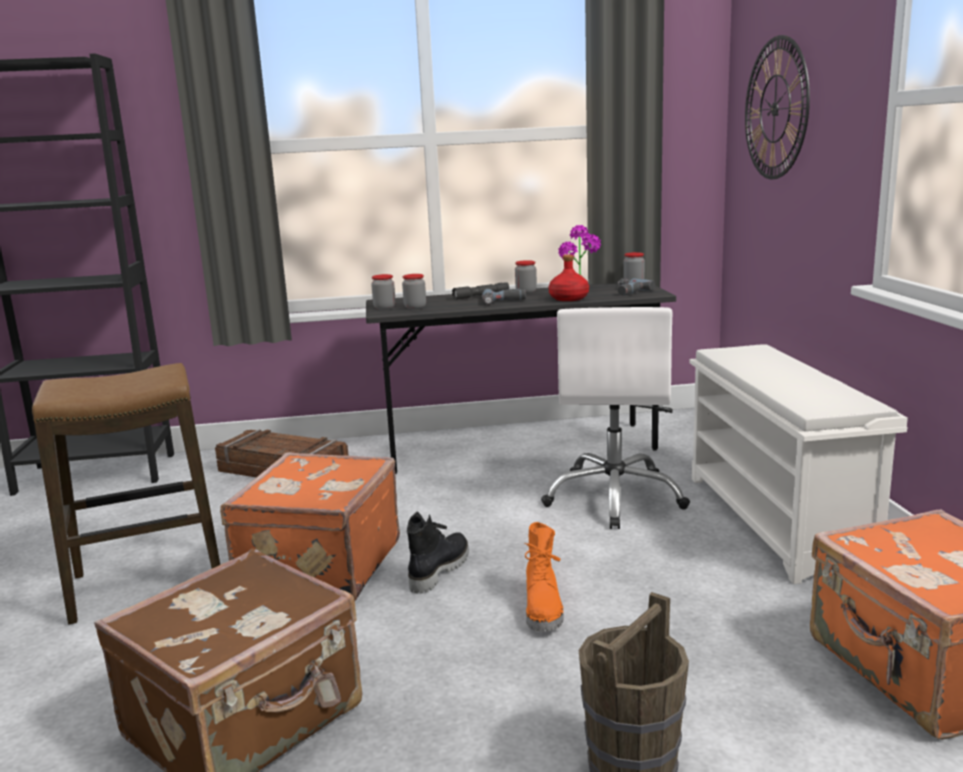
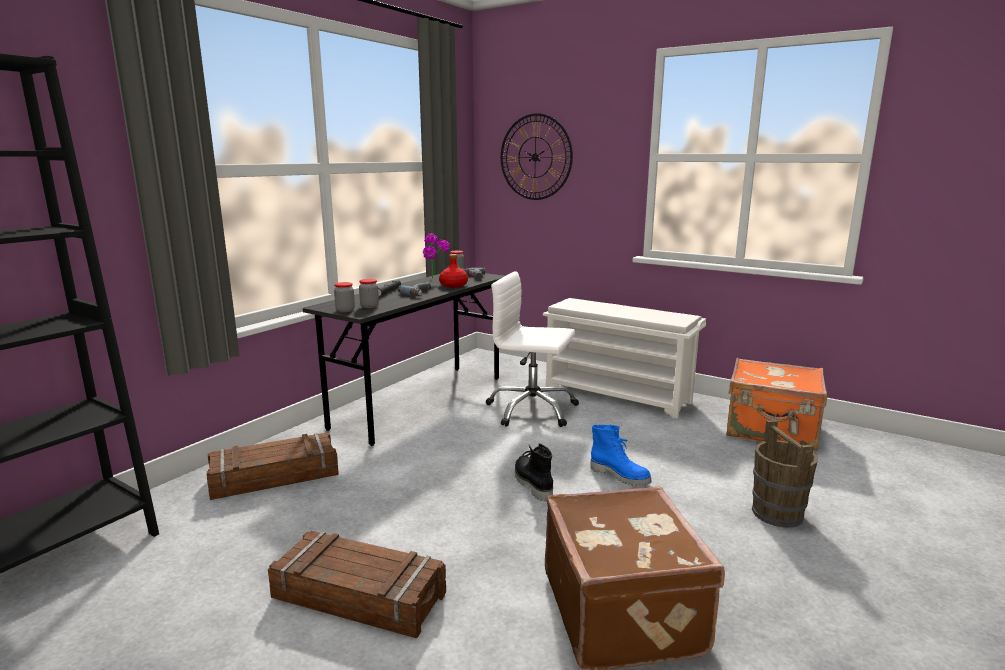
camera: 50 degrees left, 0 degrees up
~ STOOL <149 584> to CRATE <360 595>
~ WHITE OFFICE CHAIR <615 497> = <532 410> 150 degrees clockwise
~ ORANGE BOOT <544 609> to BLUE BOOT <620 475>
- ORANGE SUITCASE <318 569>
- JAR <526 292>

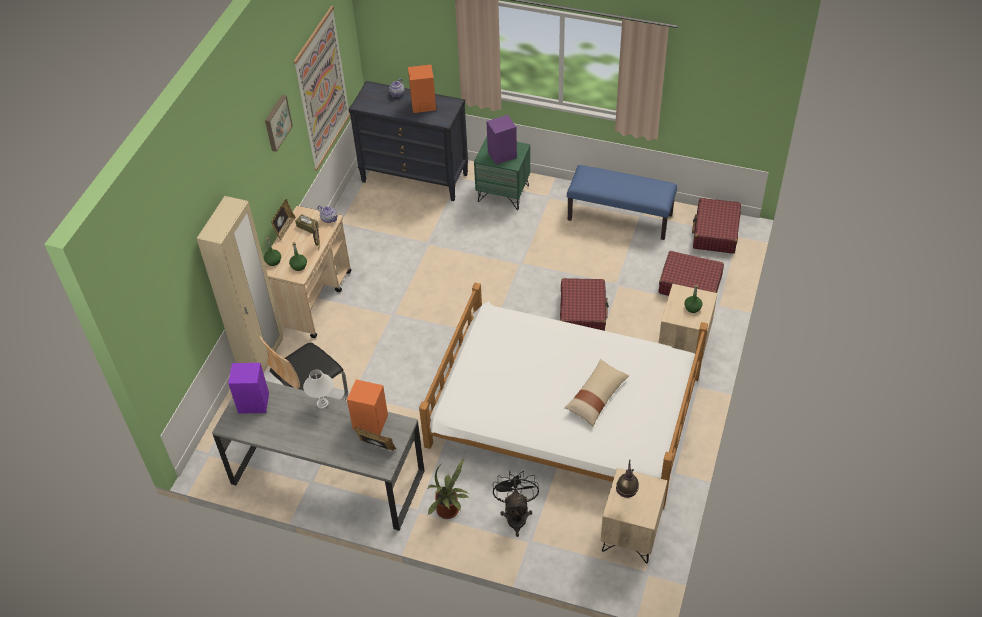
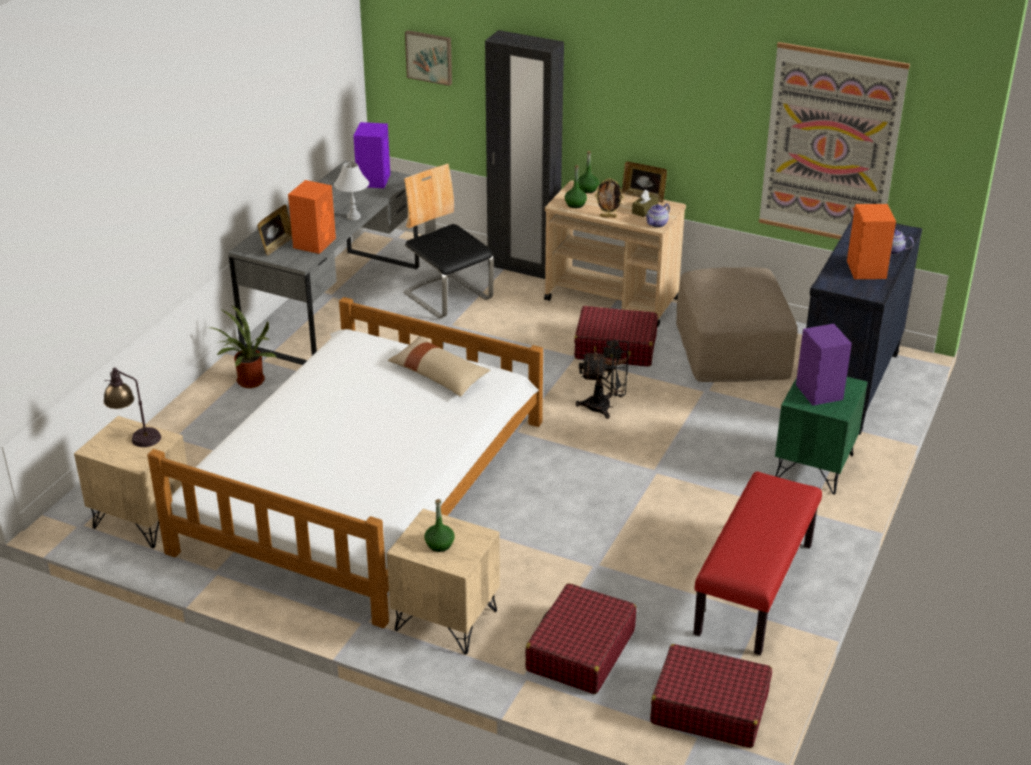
camera: 95 degrees right, 15 degrees down
~ BEIGE PILLOW <596 397> to <439 375>
~ PICTURE <276 122> to <429 57>
~ BEIGE WARDROBE <262 357> to BLACK WARDROBE <523 267>
~ RED SUITCASE <582 312> to <616 348>
~ BLACK FAN <516 515> to <605 407>
+ BEIGE OTTOMAN <731 348>
~ BLUE BENCH <620 217> to RED BENCH <755 589>

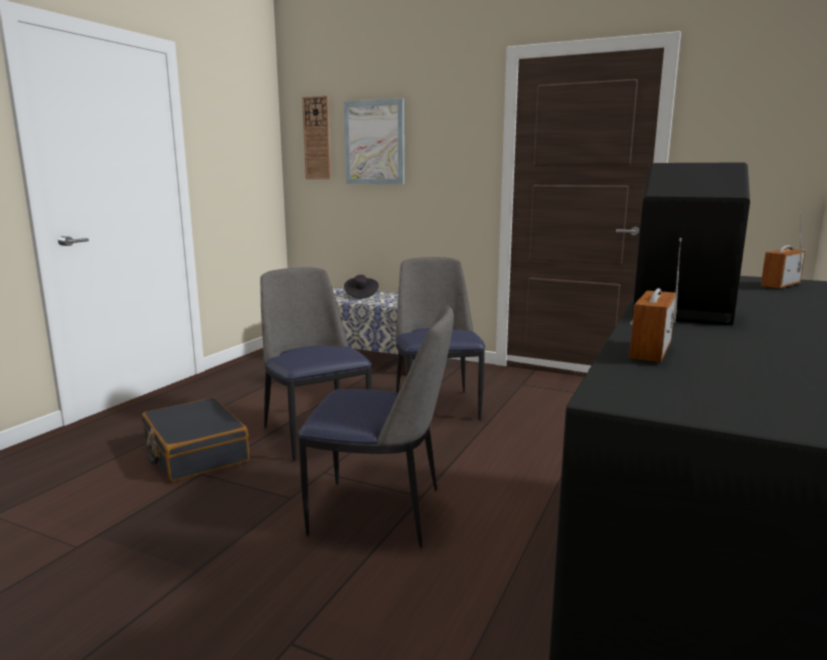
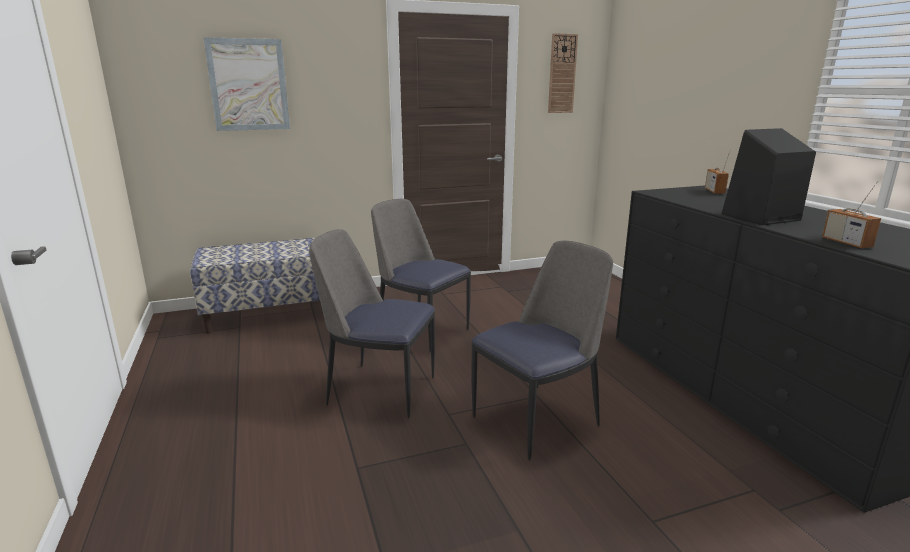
camera: 45 degrees left, 5 degrees up
~ WALL CLOCK <317 138> to <562 74>
- BLACK SUITCASE <195 453>
- BLACK HAT <361 295>

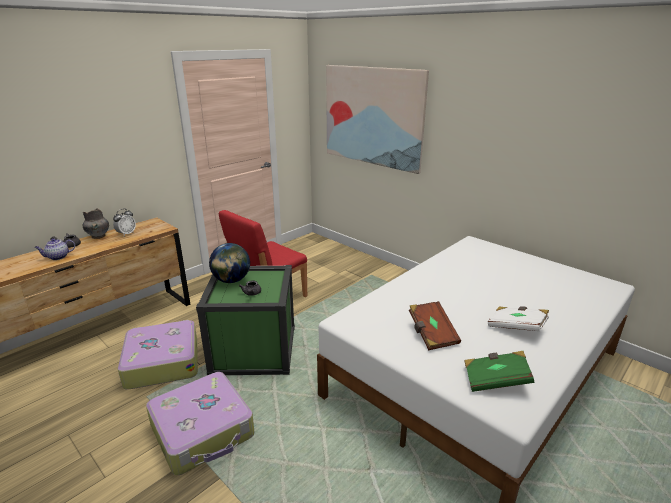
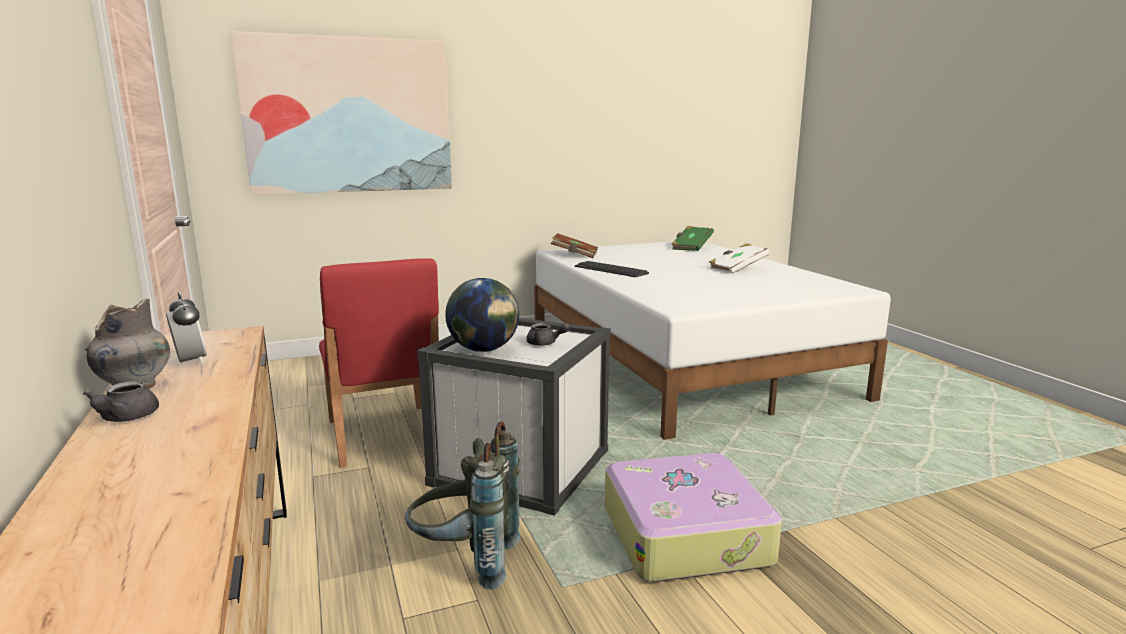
camera: 65 degrees left, 10 degrees down
~ SUITCASE <162 362> to GREY BACKPACK <465 562>
~ GREEN STORAGE BOX <254 349> to WHITE STORAGE BOX <521 467>
~ BROWN BOOK <431 334> to <574 255>
+ KEYBOARD <611 270>
~ GREEN BOOK <495 380> to <691 247>
- TEAPOT <57 257>

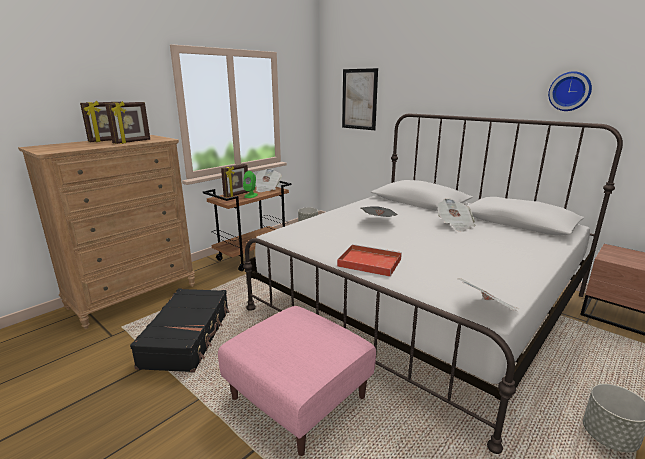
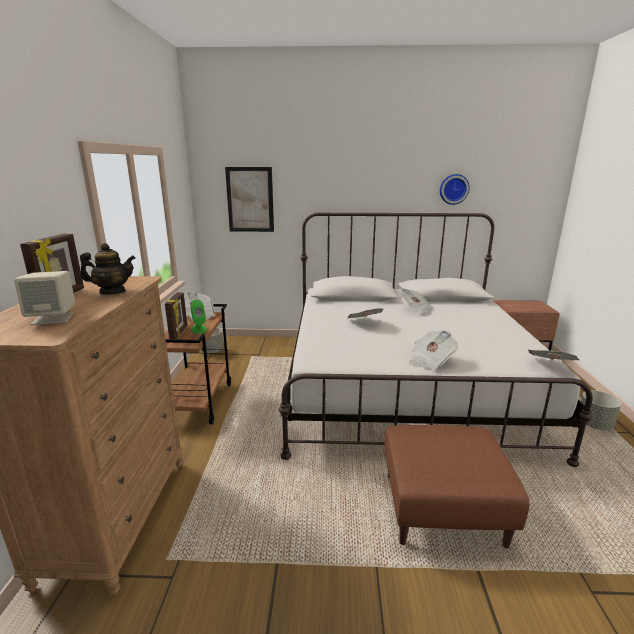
camera: 40 degrees left, 0 degrees up
+ BEIGE SPEAKER <53 318>
~ PICTURE FRAME <132 142> to TEAPOT <112 292>
~ PINK OTTOMAN <299 397> to BROWN OTTOMAN <442 507>
~ RED TRAY <368 262> to NEWSPAPER <430 361>
- BLACK SUITCASE <188 337>

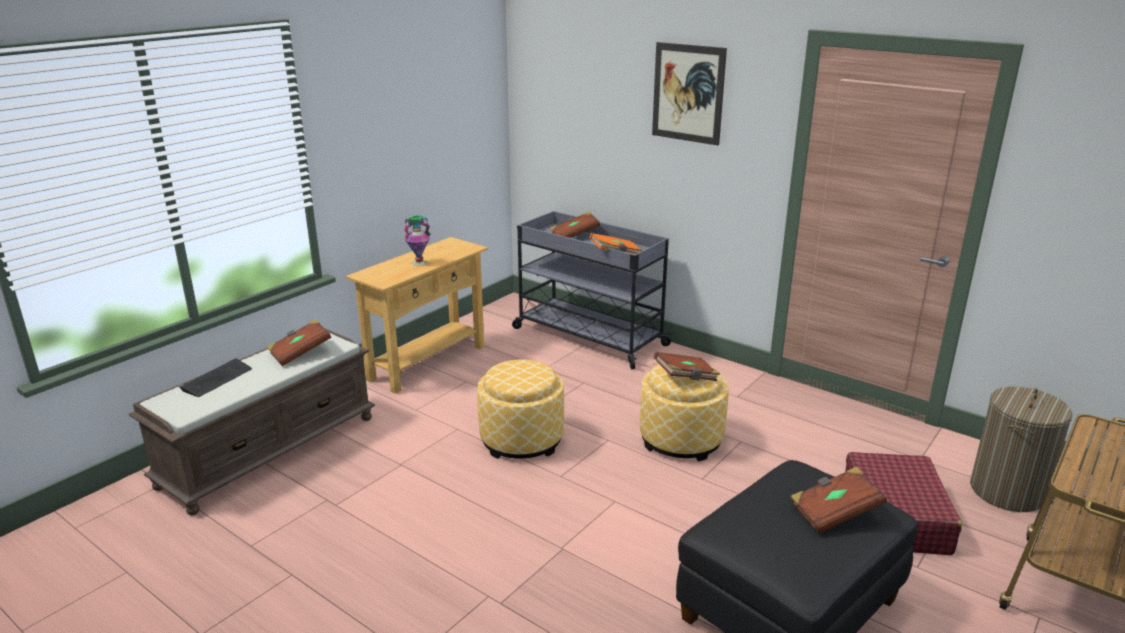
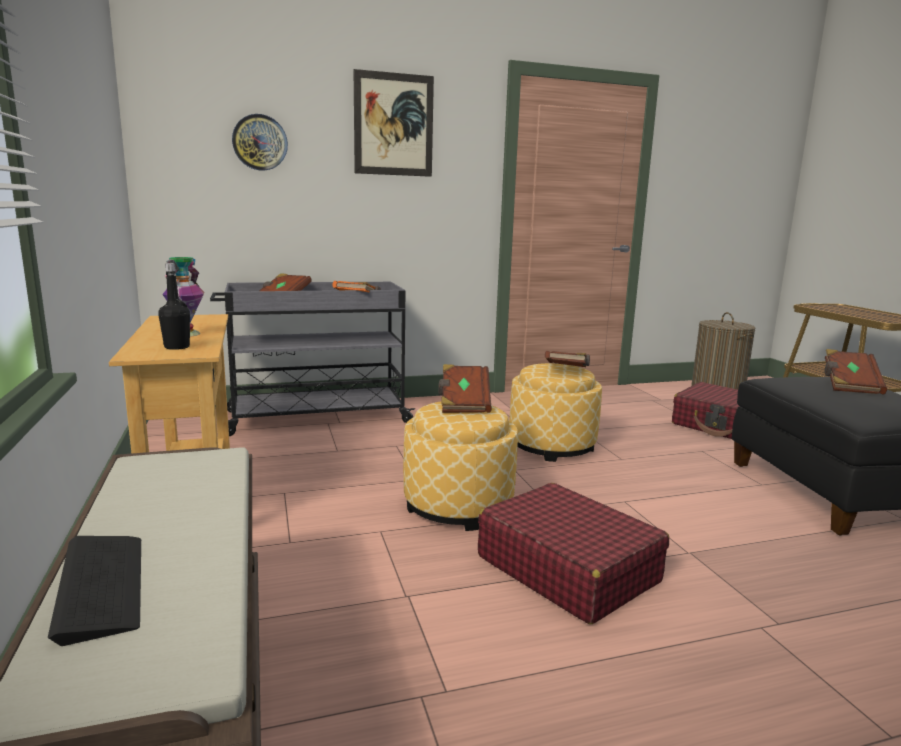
camera: 55 degrees left, 10 degrees down
+ BLACK BOTTLE <177 347>
+ WALL CLOCK <260 142>
~ BROWN BOOK <300 353> to <463 403>
+ RED SUITCASE <567 569>

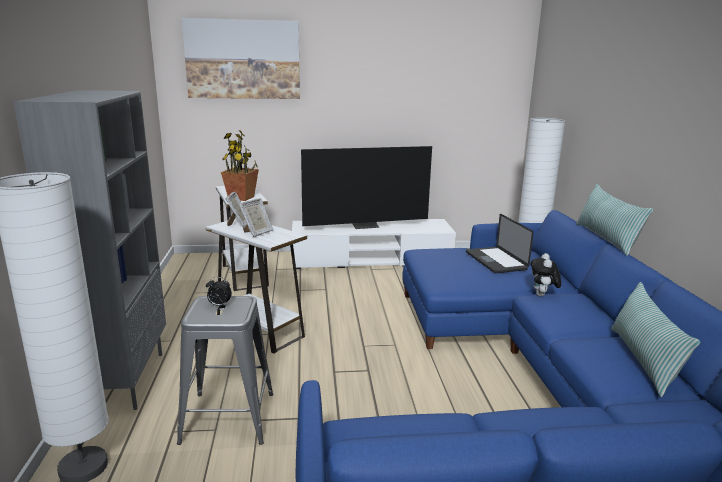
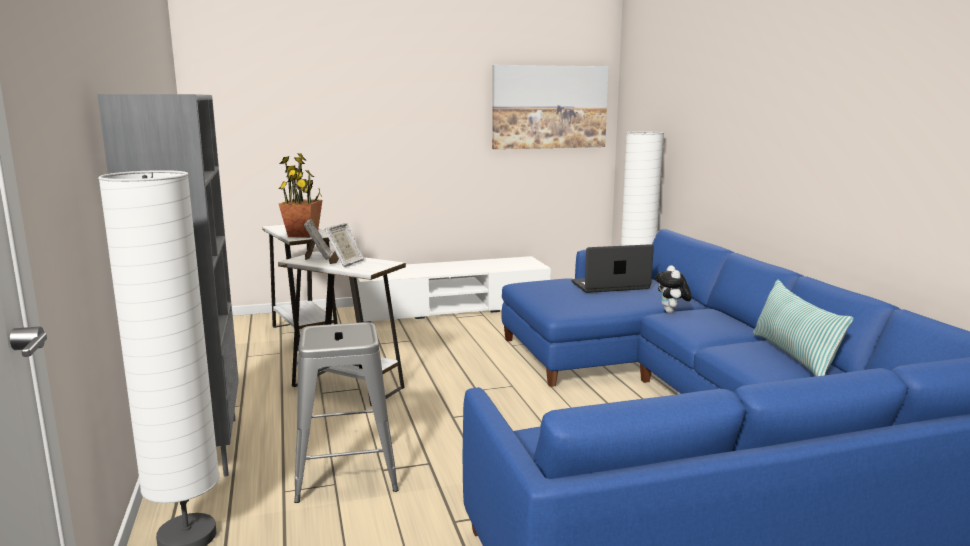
camera: 10 degrees left, 5 degrees down
~ PICTURE <243 59> to <549 107>
~ LAPTOP <495 261> = <610 286> 105 degrees clockwise
- ALARM CLOCK <219 305>
- TELEVISION <365 225>
- PILLOW <606 238>

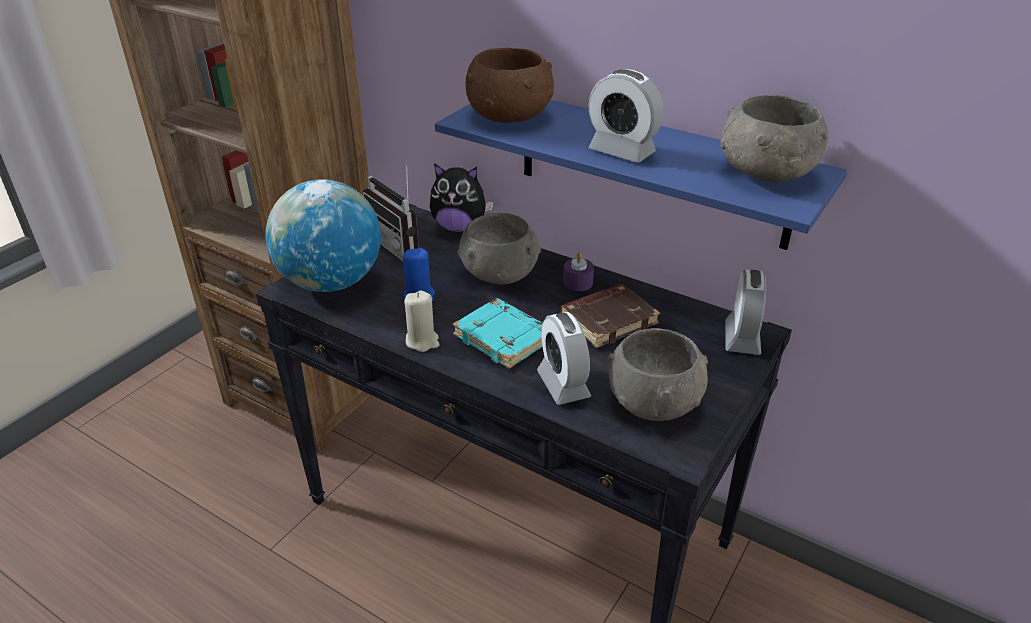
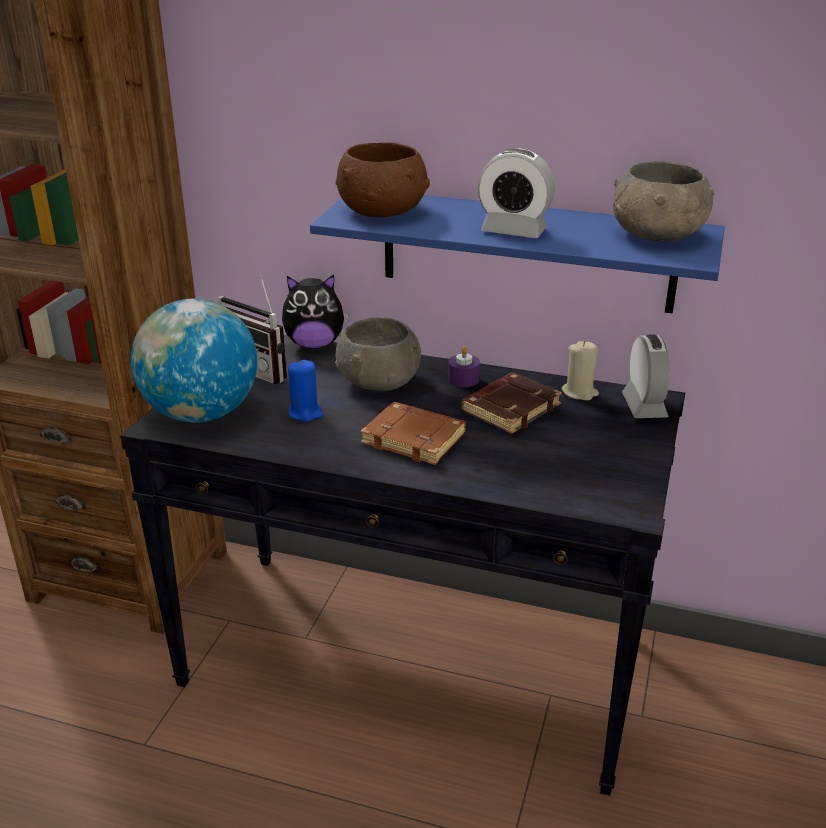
camera: 15 degrees left, 5 degrees down
~ TURQUOISE BOOK <505 338> to BROWN BOOK <415 439>
~ BEIGE CANDLE <422 341> to <579 392>
- ALARM CLOCK <563 384>
- GREY BOWL <654 401>

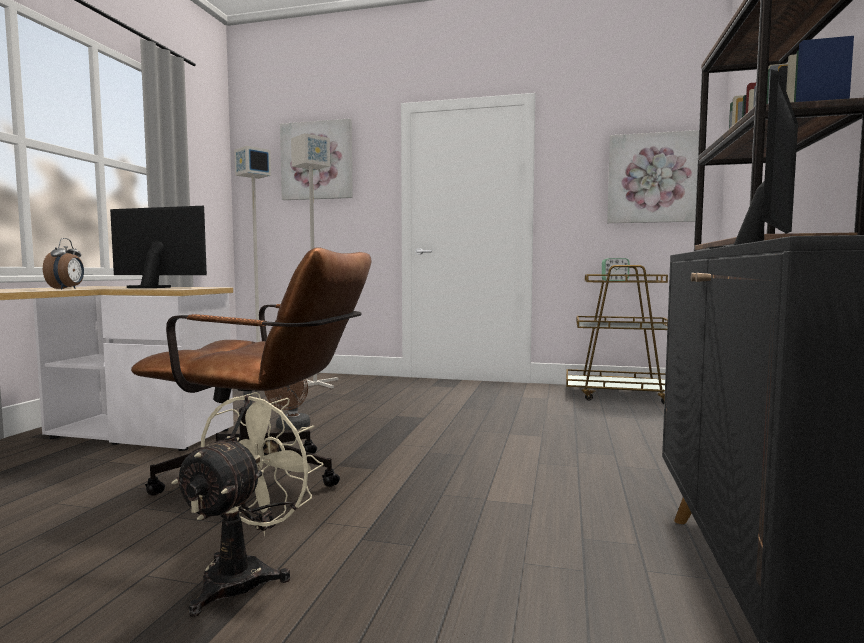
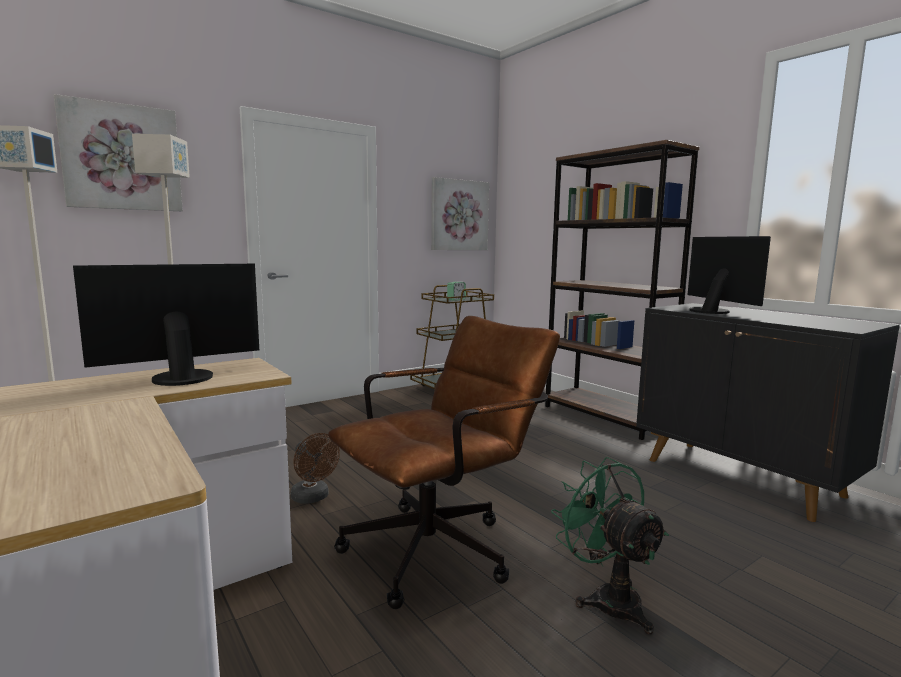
camera: 50 degrees left, 5 degrees up
~ BEIGE FAN <246 574> to GREEN FAN <607 598>
- ALARM CLOCK <67 289>

